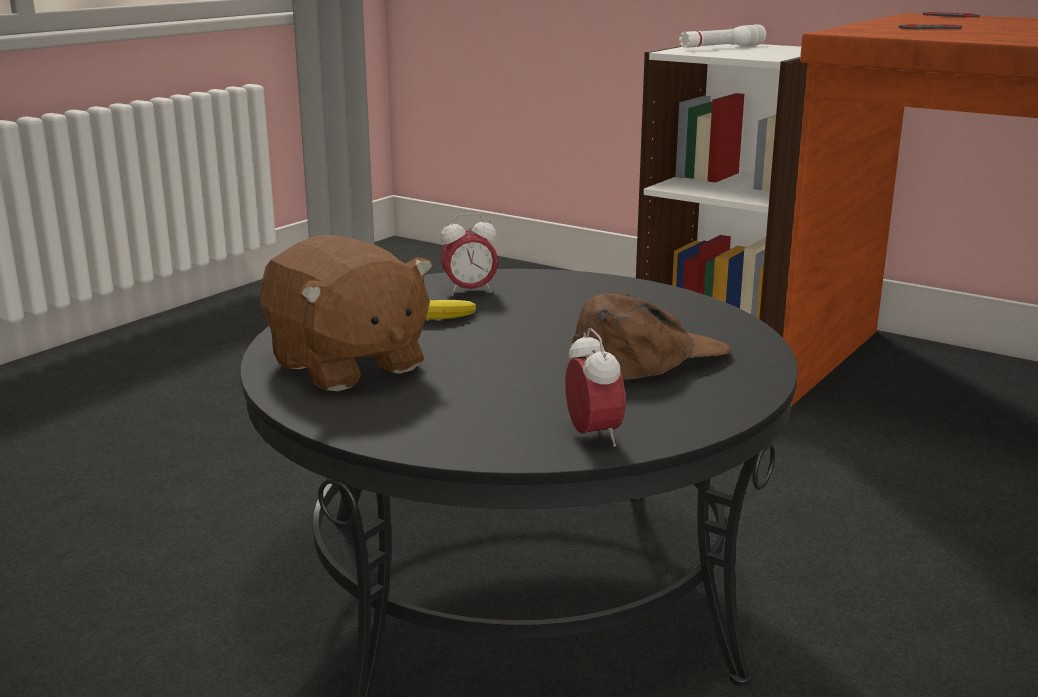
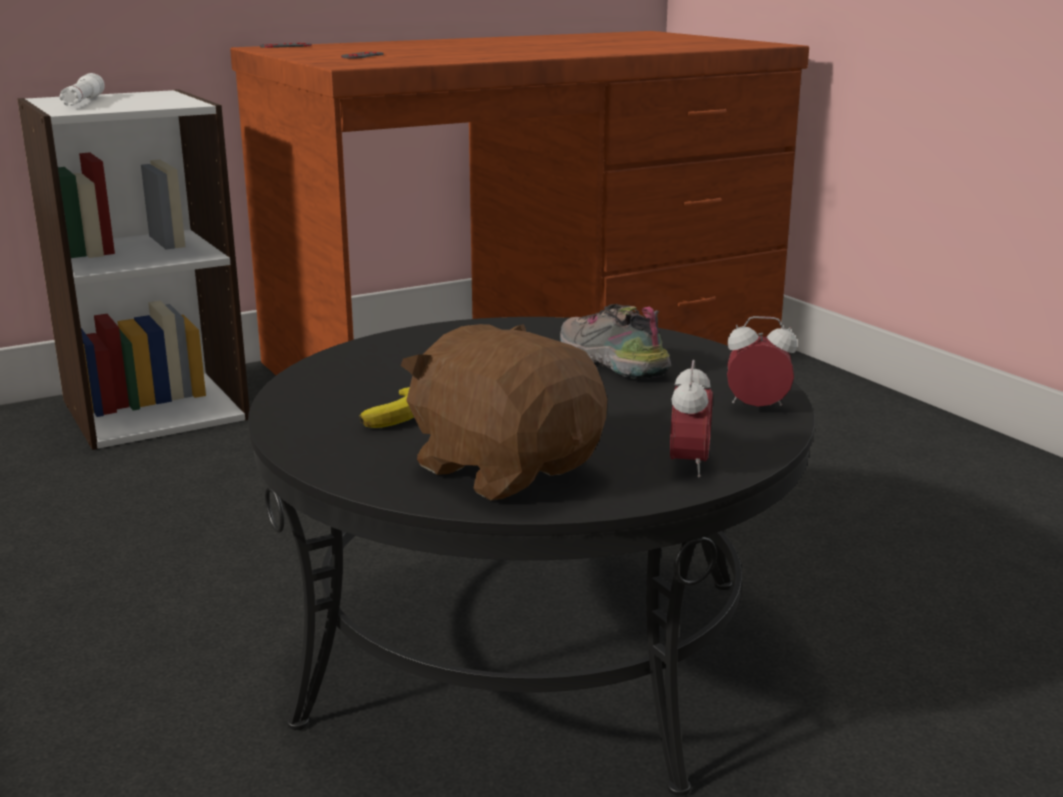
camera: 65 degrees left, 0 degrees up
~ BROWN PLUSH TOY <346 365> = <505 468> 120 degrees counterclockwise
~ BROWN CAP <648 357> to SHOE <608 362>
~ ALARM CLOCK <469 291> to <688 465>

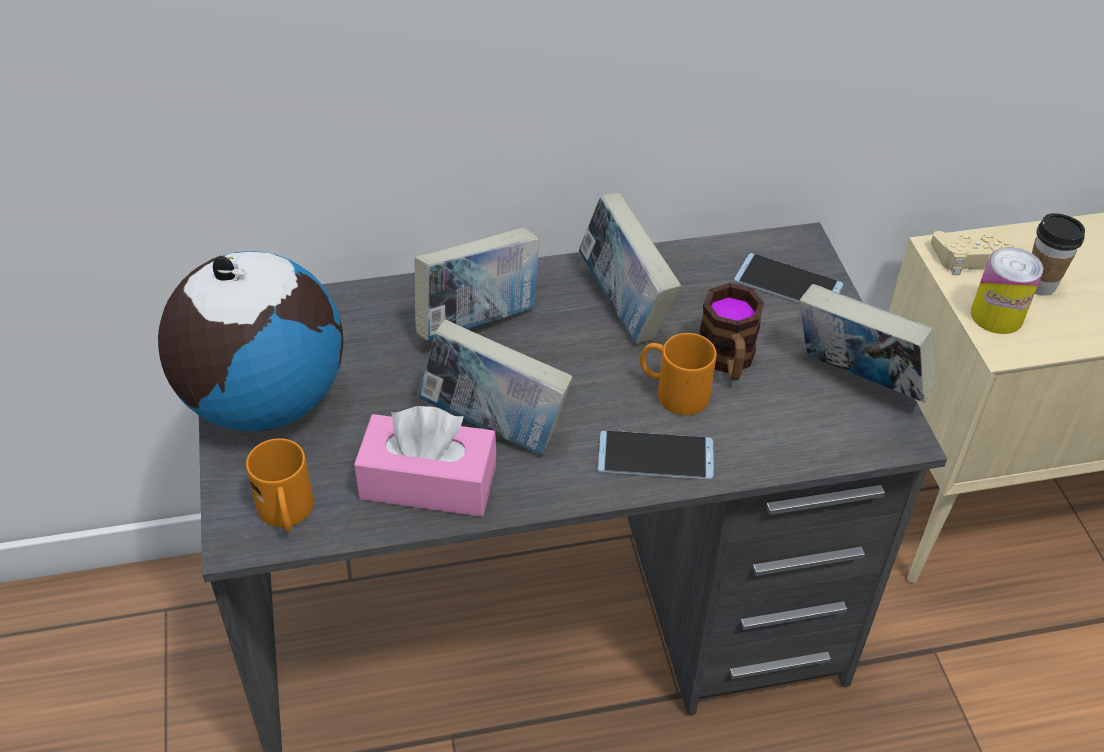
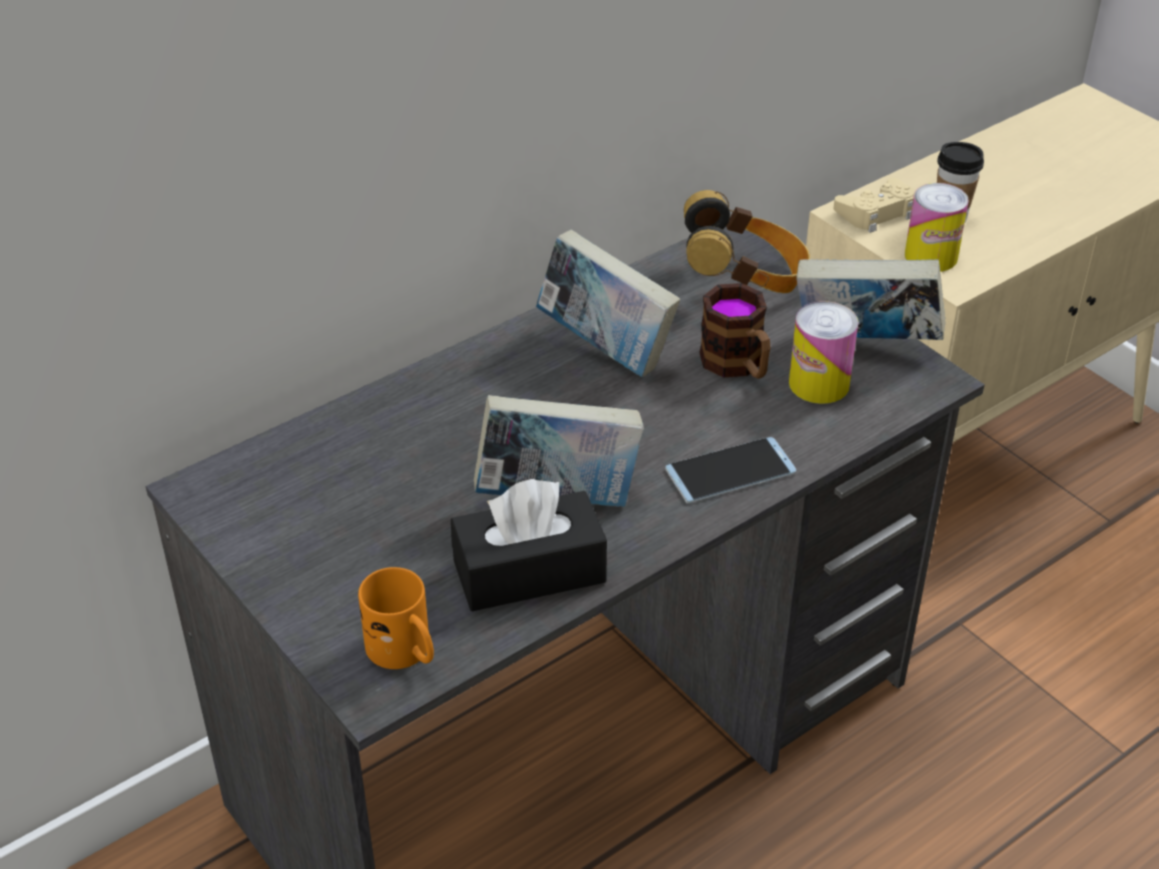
camera: 25 degrees left, 5 degrees down
~ PINK TISSUE BOX <428 482> to BLACK TISSUE BOX <529 571>
~ PHONE <788 283> to HEADPHONES <745 279>
+ CAN <819 384>
- GLOBE <263 400>
- BOOK <478 322>
- ORANGE MUG <672 392>

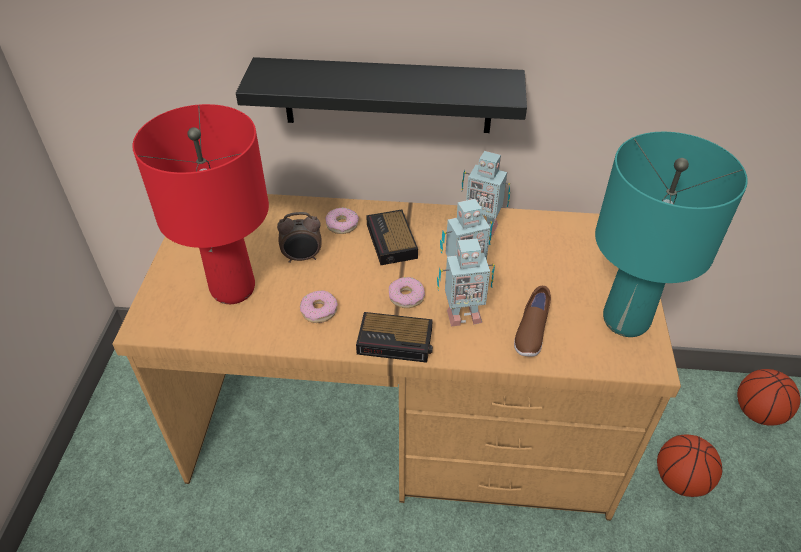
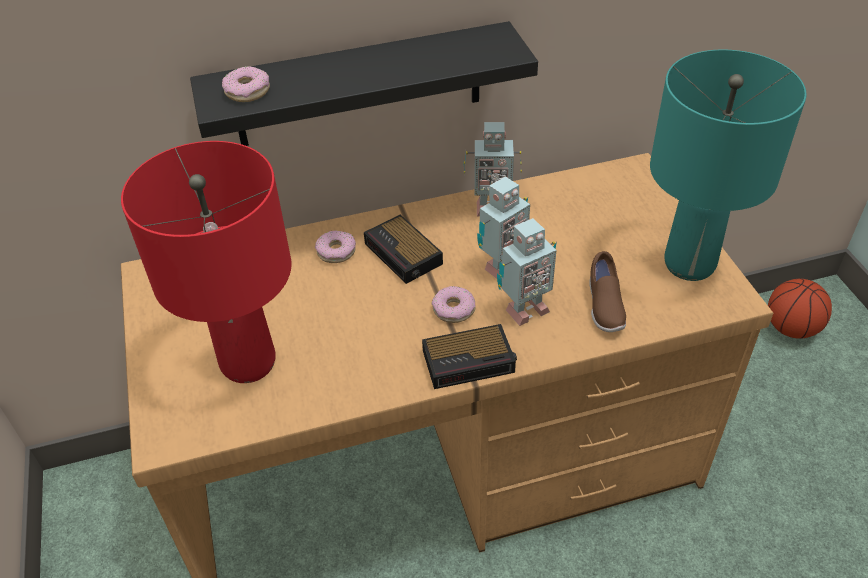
camera: 20 degrees left, 0 degrees up
~ DONUT <319 311> to <247 91>
- ALARM CLOCK <302 258>
- BASKETBALL <679 480>

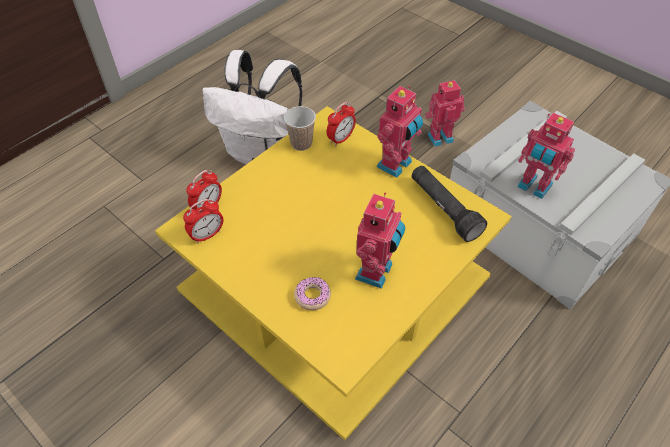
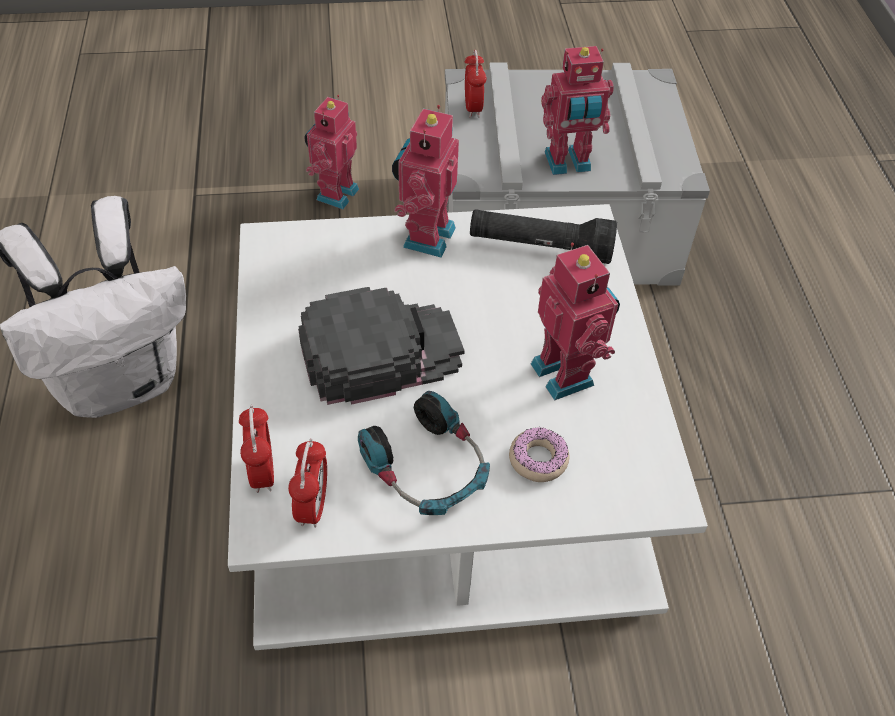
camera: 50 degrees left, 0 degrees up
~ YELLOW COFFEE TABLE <334 290> to WHITE COFFEE TABLE <437 470>
+ BLACK CAP <380 351>
+ HEADPHONES <427 468>
~ TOY ROBOT <396 165> = <425 236> 150 degrees counterclockwise
~ ALARM CLOCK <341 139> to <473 107>
- CUP <301 143>

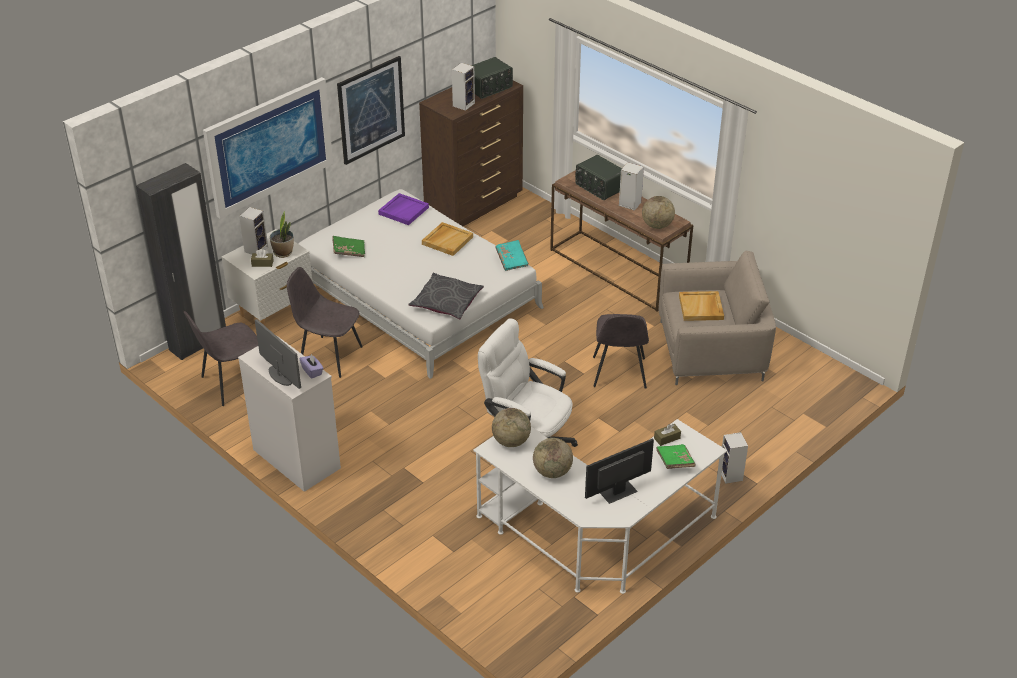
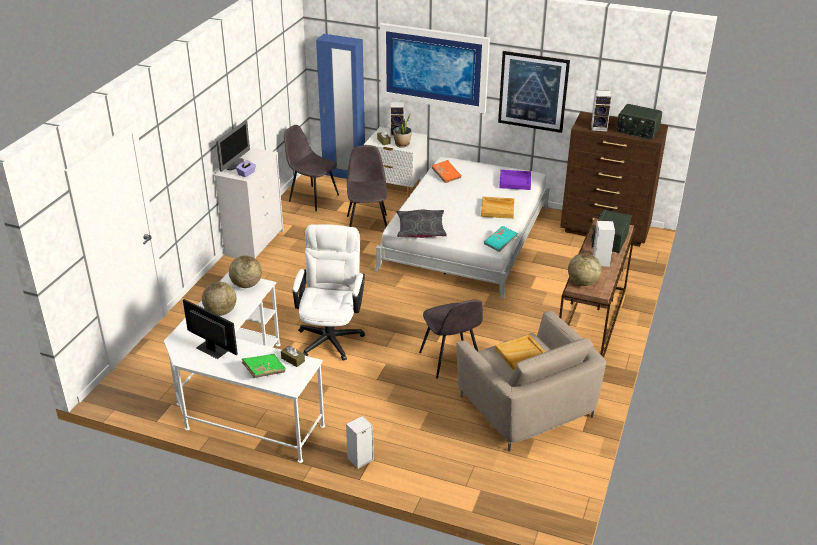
camera: 65 degrees right, 5 degrees down
~ BLACK WARDROBE <198 343> to BLUE WARDROBE <344 174>
~ GREY CHAIR <619 374> = <450 360> 90 degrees counterclockwise
~ GREEN BOOK <349 251> to ORANGE BOOK <446 176>

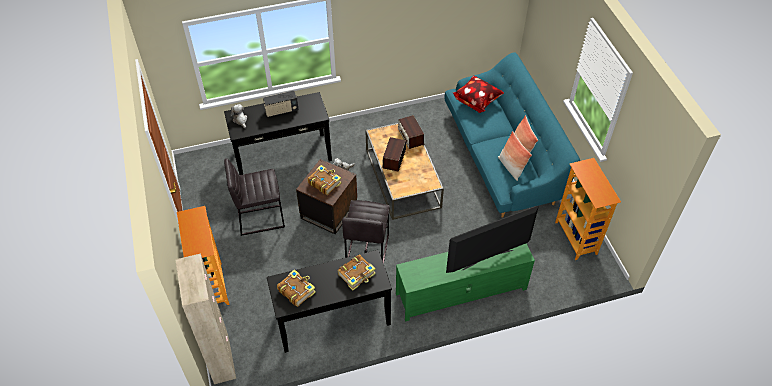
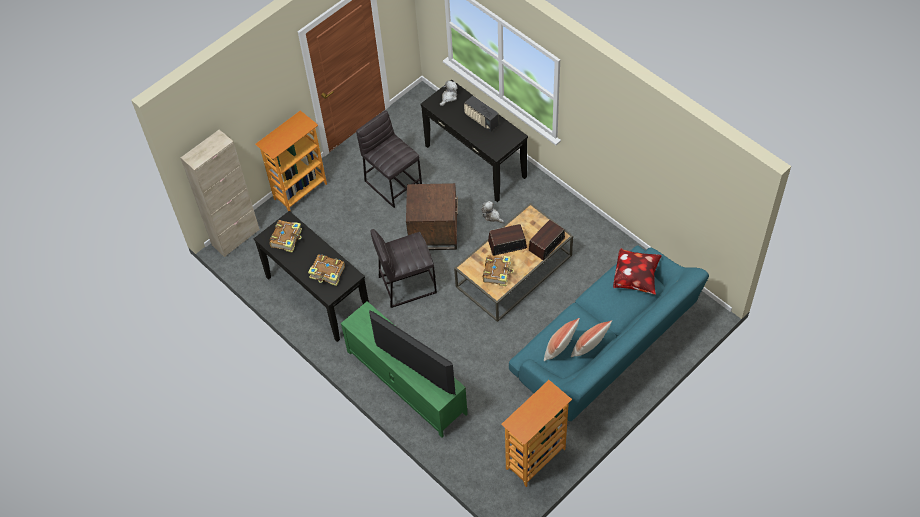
camera: 65 degrees right, 5 degrees up
~ BOOK <324 183> to <497 272>

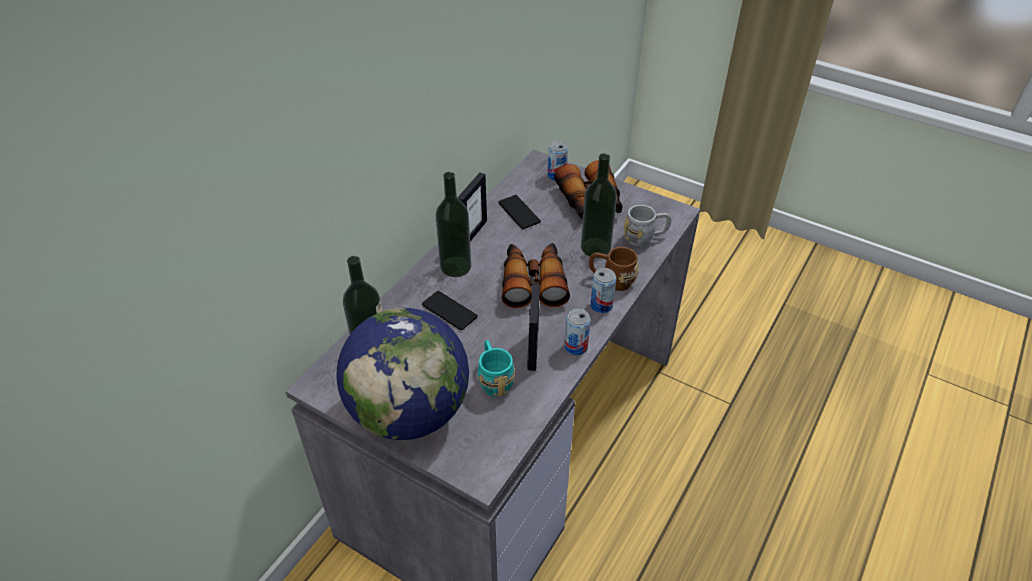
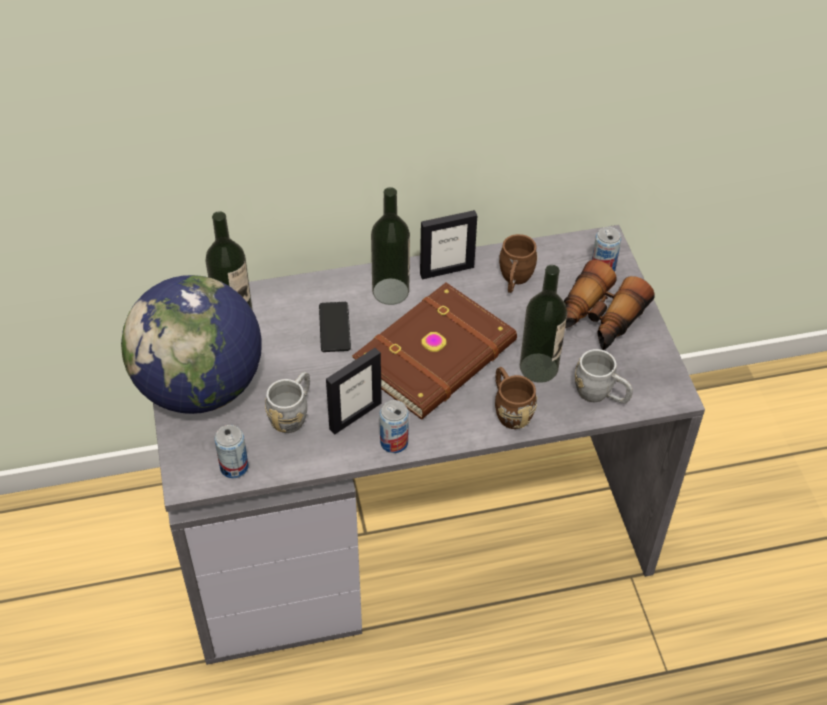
camera: 45 degrees right, 5 degrees up
~ CAN <601 305> to <234 467>
~ TURQUOISE MUG <494 379> to GREY MUG <293 414>
~ BINOCULARS <533 281> to BROWN BOOK <437 356>
~ PHONE <519 212> to BROWN MUG <514 280>

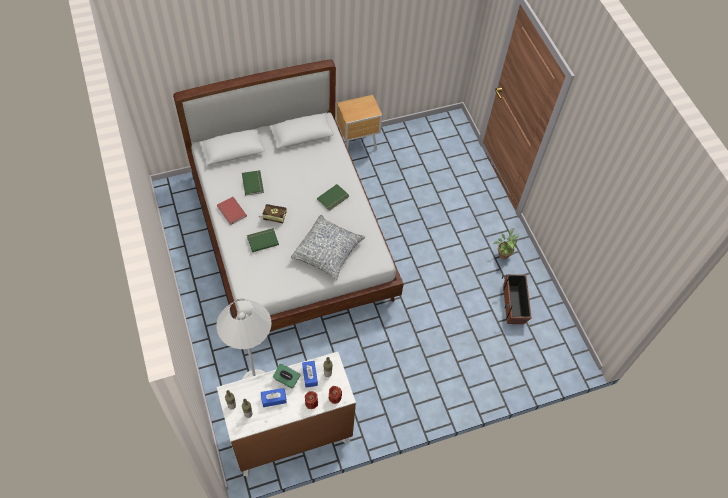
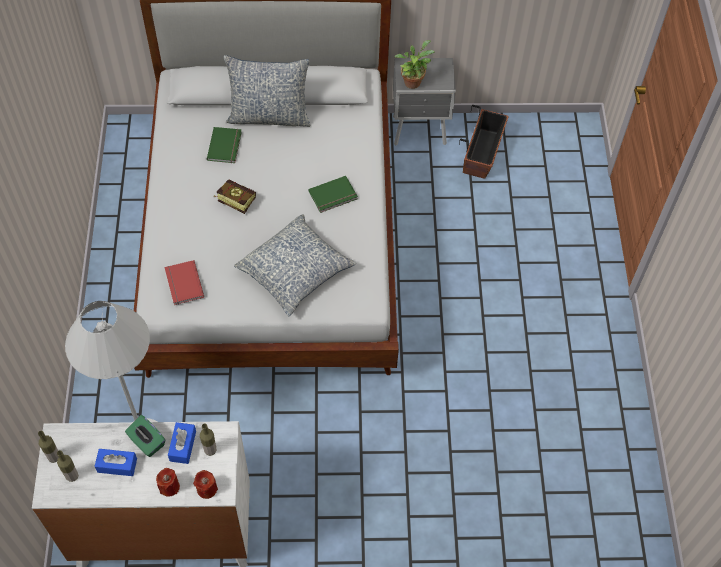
camera: 20 degrees right, 0 degrees up
~ RED BOOK <231 212> to <183 284>
+ PILLOW <269 116>
~ BROWN NIGHTSTAND <358 145> to GREY NIGHTSTAND <420 131>
~ POTTED PLANT <503 253> to <412 81>
~ PLANTER <514 304> to <482 153>
- GREEN BOOK <262 240>

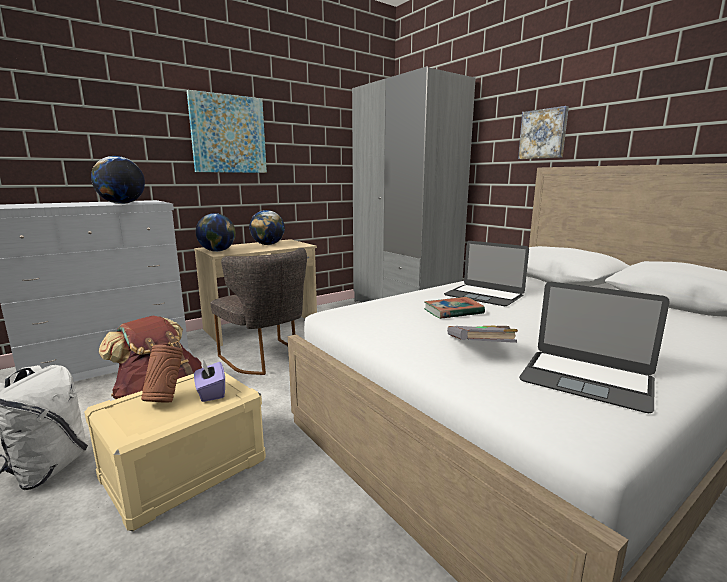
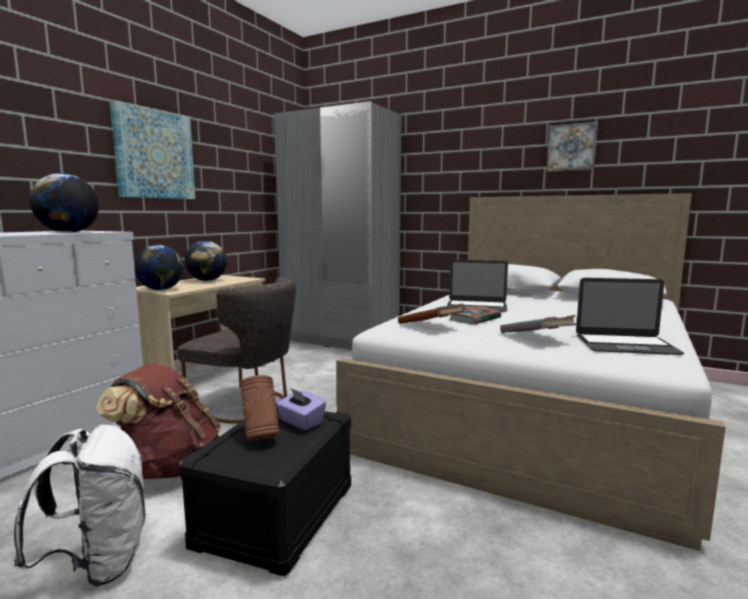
camera: 25 degrees left, 5 degrees down
~ BEIGE STORAGE BOX <184 470> to BLACK STORAGE BOX <277 516>
+ BROWN BOOK <430 326>
~ PICTURE <543 134> to <571 147>

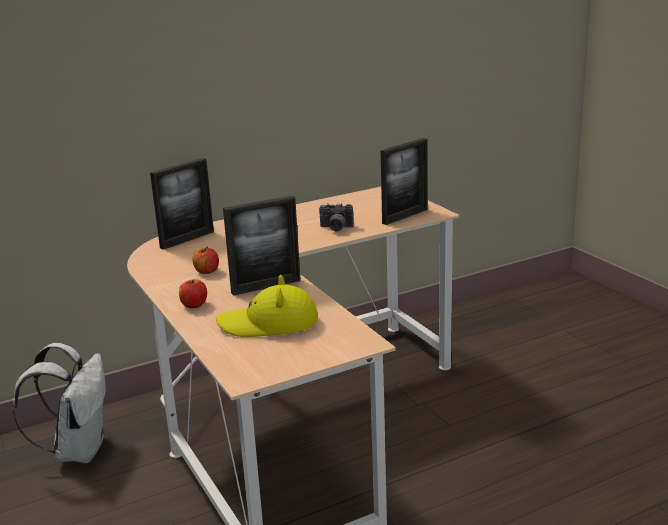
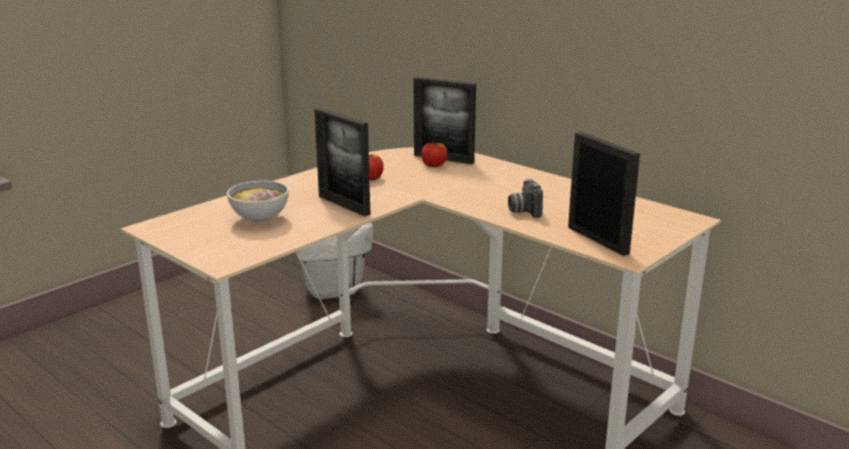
camera: 70 degrees right, 0 degrees up
~ YELLOW HAT <269 324> to BOWL <259 219>
~ APPLE <194 305> to <434 165>
~ PICTURE FRAME <405 216> = <597 240> 150 degrees counterclockwise

